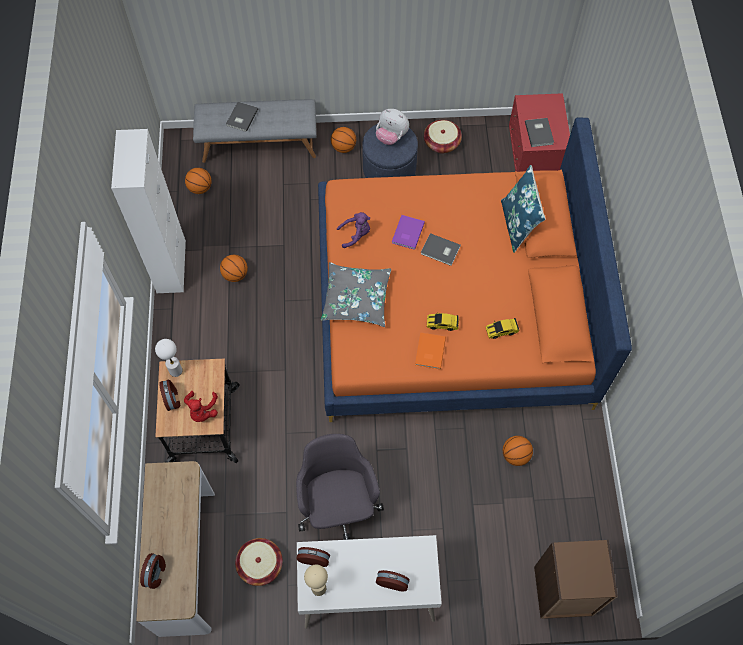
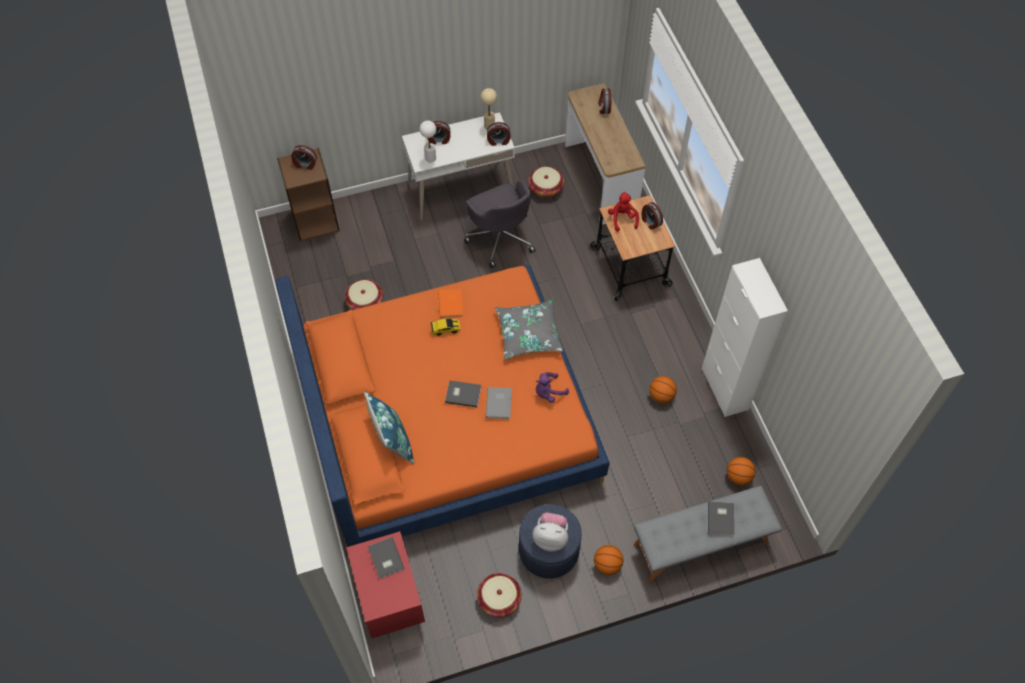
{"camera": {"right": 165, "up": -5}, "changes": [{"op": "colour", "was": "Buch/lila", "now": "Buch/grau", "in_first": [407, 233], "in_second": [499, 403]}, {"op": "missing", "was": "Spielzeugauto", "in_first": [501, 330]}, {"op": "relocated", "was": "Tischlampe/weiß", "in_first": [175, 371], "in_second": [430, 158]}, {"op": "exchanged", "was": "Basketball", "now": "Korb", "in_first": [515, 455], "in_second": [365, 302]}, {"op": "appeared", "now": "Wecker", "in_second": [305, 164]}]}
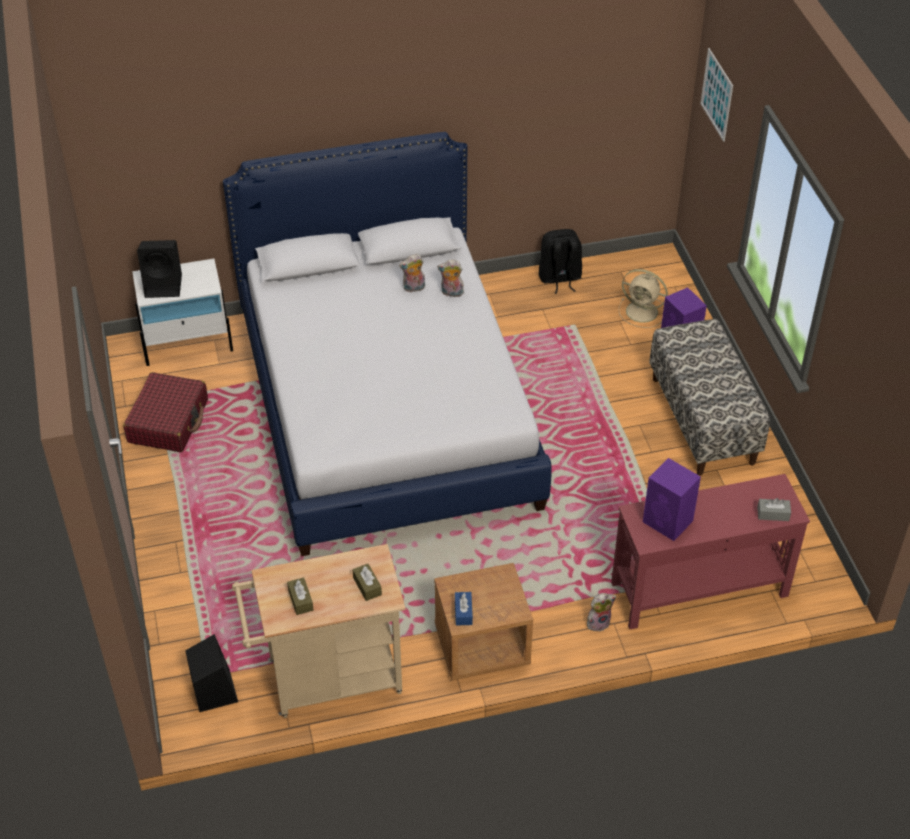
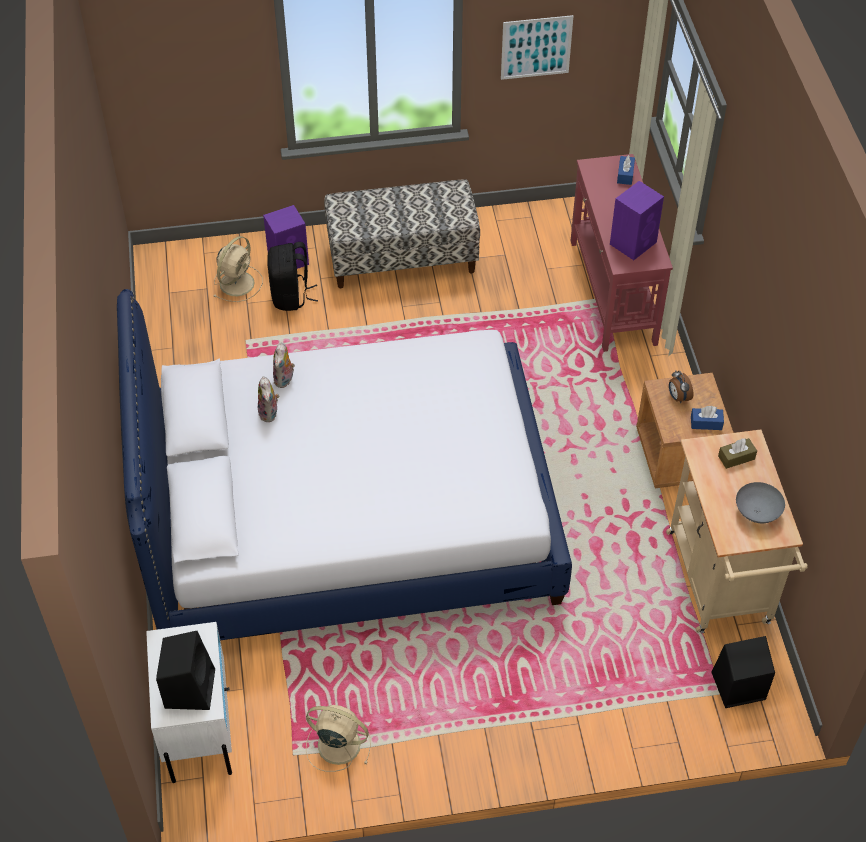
{"camera": {"right": -85, "up": 5}, "changes": [{"op": "relocated", "was": "Bild", "in_first": [716, 94], "in_second": [536, 47]}, {"op": "relocated", "was": "Rucksack/schwarz", "in_first": [559, 278], "in_second": [291, 296]}, {"op": "exchanged", "was": "Koffer/rot", "now": "Ventilator/beige", "in_first": [168, 421], "in_second": [337, 744]}, {"op": "colour", "was": "Taschentuchbox/grau", "now": "Taschentuchbox/blau", "in_first": [773, 514], "in_second": [625, 174]}, {"op": "exchanged", "was": "Taschentuchbox/braun", "now": "Schüssel/grau", "in_first": [300, 600], "in_second": [756, 512]}, {"op": "missing", "was": "Plüschtier", "in_first": [598, 622]}, {"op": "appeared", "now": "Wecker", "in_second": [678, 397]}]}
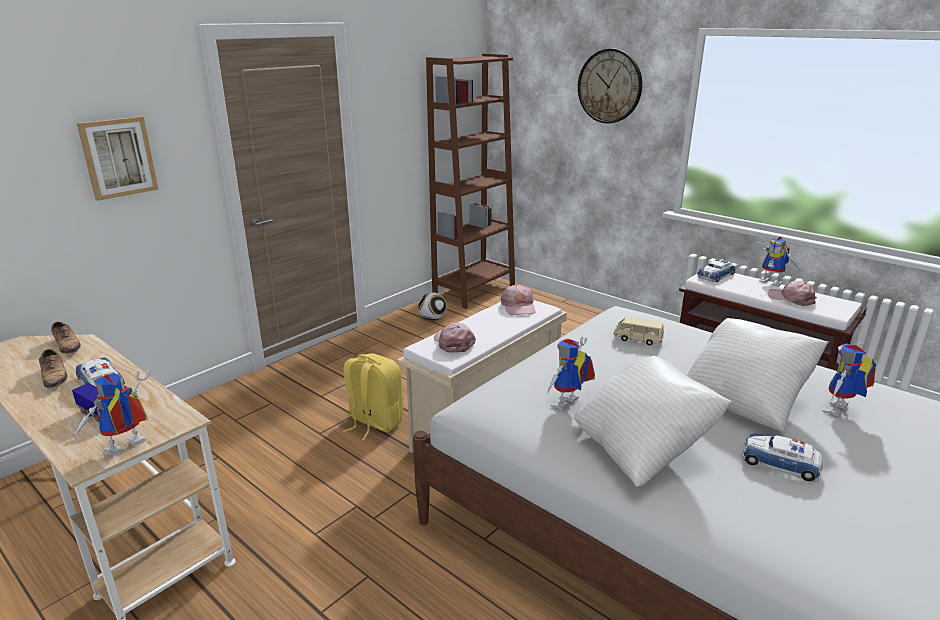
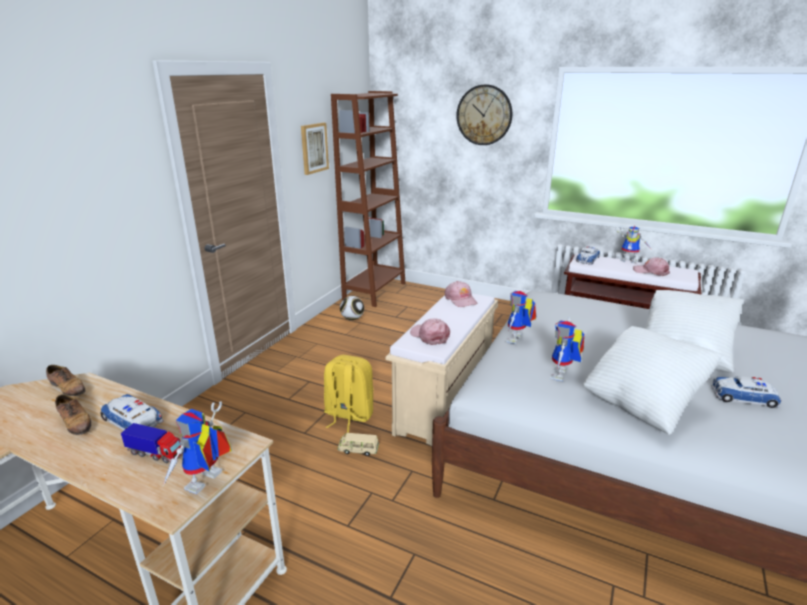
{"camera": {"right": -15, "up": 0}, "changes": [{"op": "relocated", "was": "Bild", "in_first": [118, 157], "in_second": [314, 148]}, {"op": "relocated", "was": "Spielzeugauto/beige", "in_first": [637, 339], "in_second": [358, 450]}, {"op": "relocated", "was": "Spielzeugroboter", "in_first": [840, 412], "in_second": [517, 340]}]}
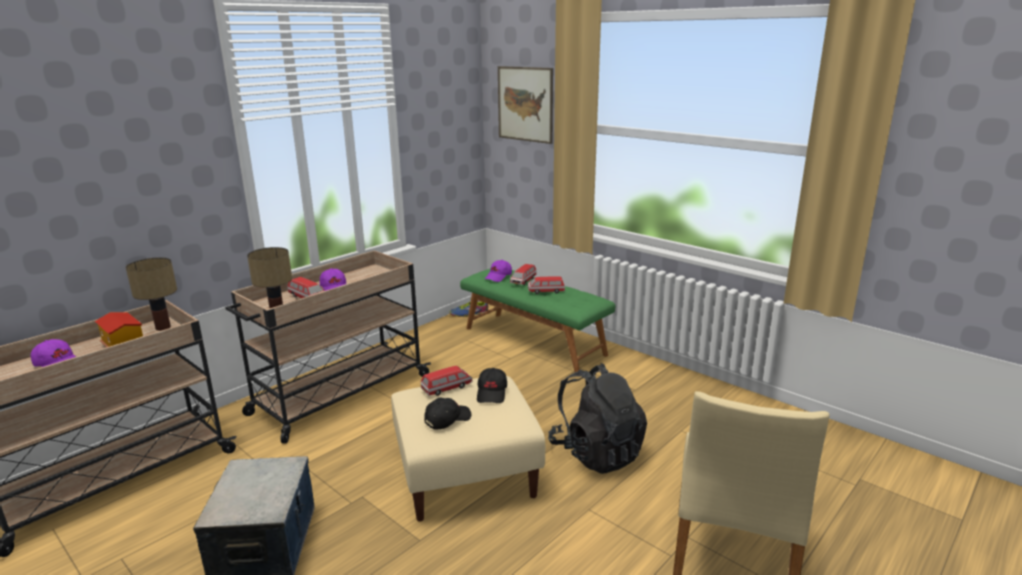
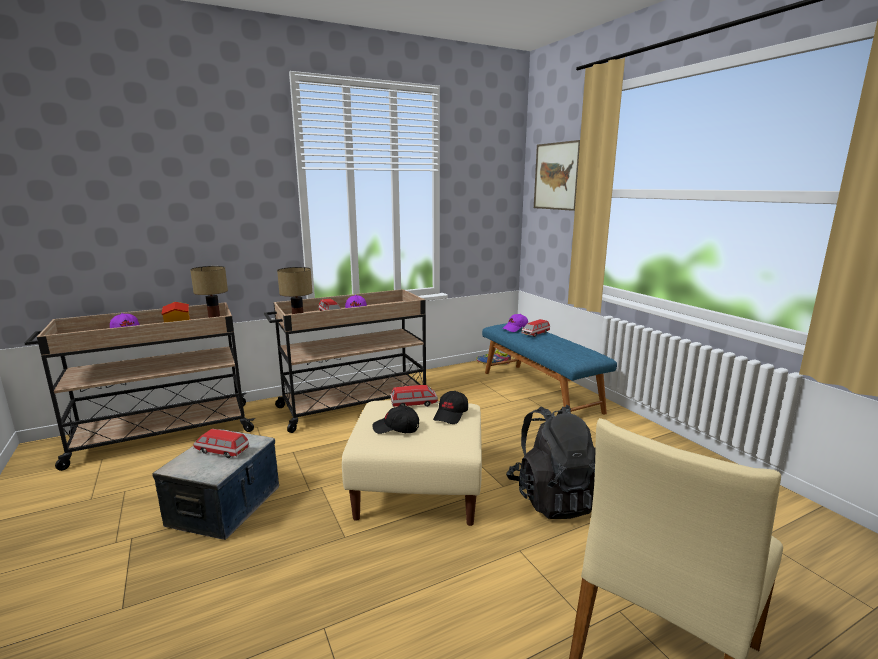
{"camera": {"right": 20, "up": -5}, "changes": [{"op": "colour", "was": "Bank/grün", "now": "Bank/blau", "in_first": [534, 341], "in_second": [540, 391]}, {"op": "relocated", "was": "Spielzeugauto", "in_first": [546, 291], "in_second": [222, 451]}, {"op": "spun", "was": "Kappe/schwarz", "in_first": [447, 419], "in_second": [396, 429], "clockwise": -150}]}
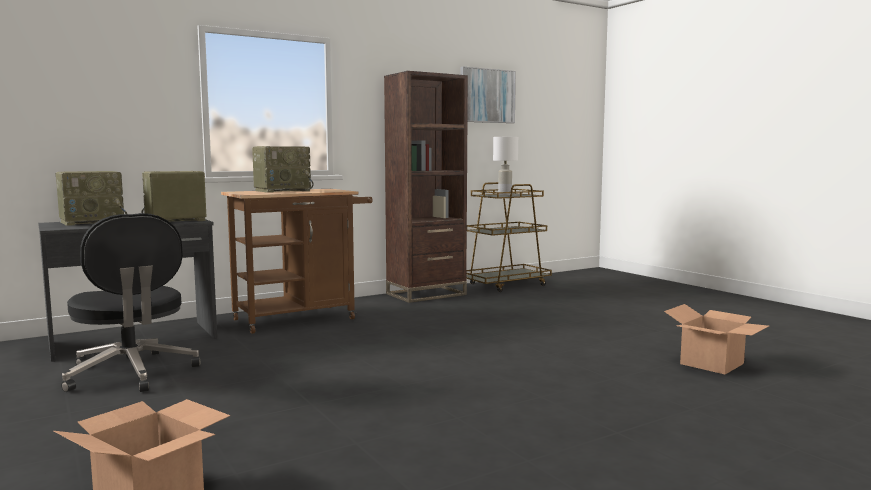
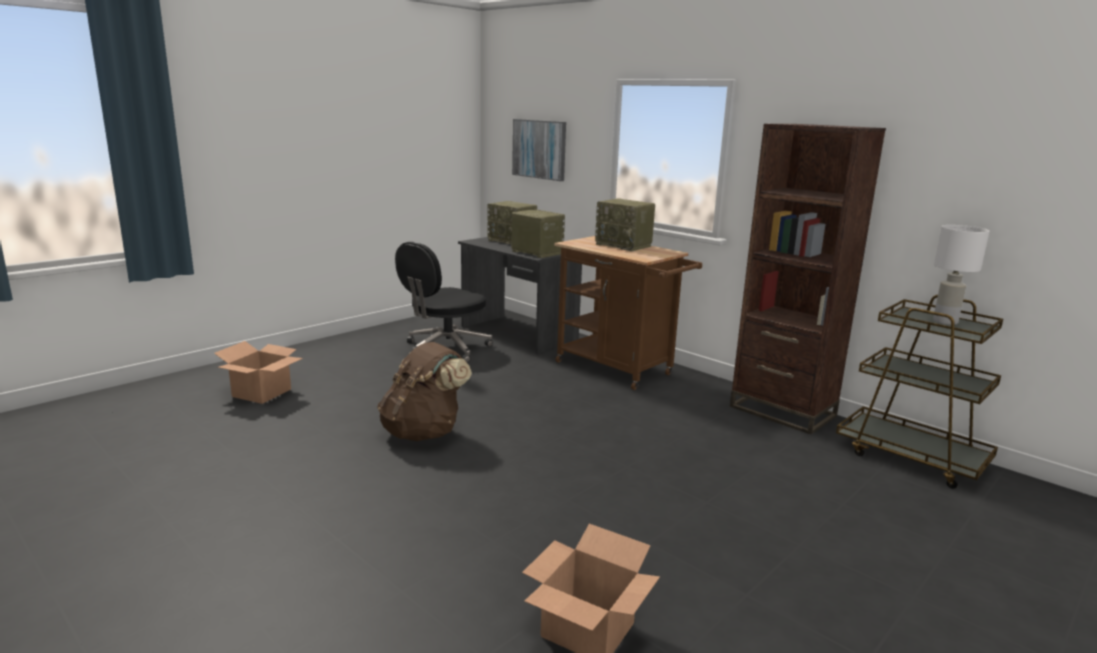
{"camera": {"right": 75, "up": 10}, "changes": [{"op": "relocated", "was": "Bild", "in_first": [487, 96], "in_second": [539, 149]}, {"op": "appeared", "now": "Rucksack/braun", "in_second": [424, 432]}]}
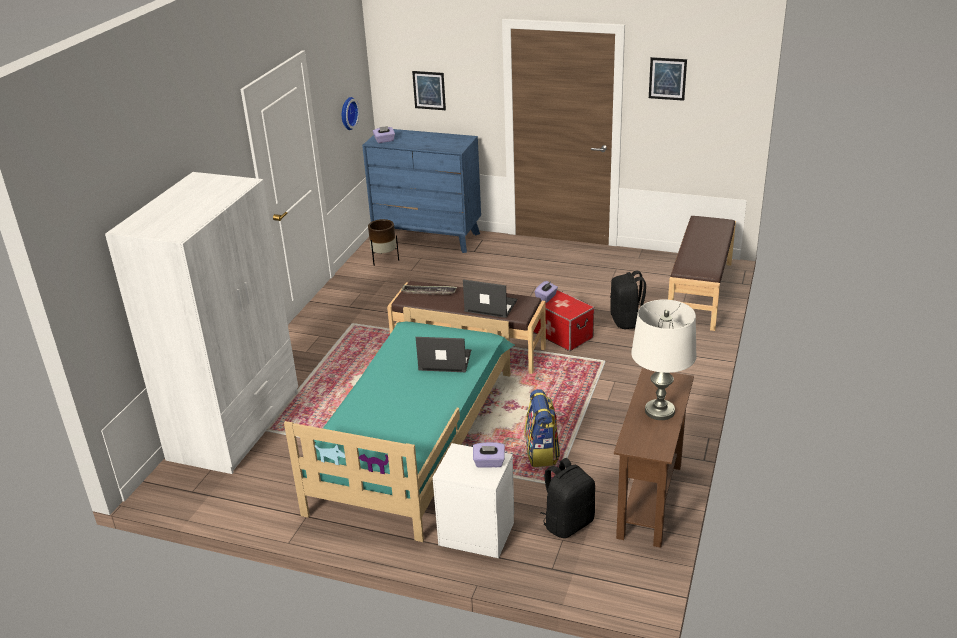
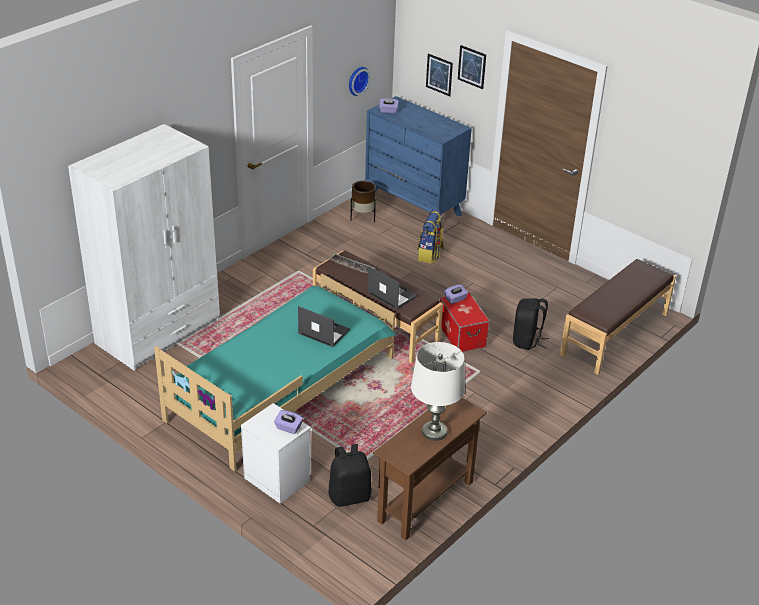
{"camera": {"right": 20, "up": 5}, "changes": [{"op": "relocated", "was": "Bild", "in_first": [667, 78], "in_second": [472, 67]}, {"op": "relocated", "was": "Rucksack", "in_first": [542, 453], "in_second": [430, 255]}]}
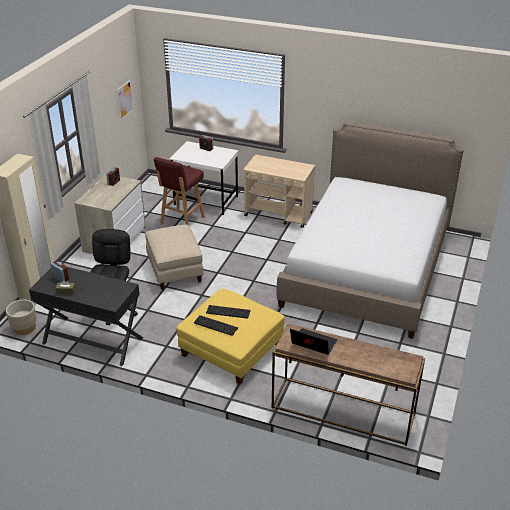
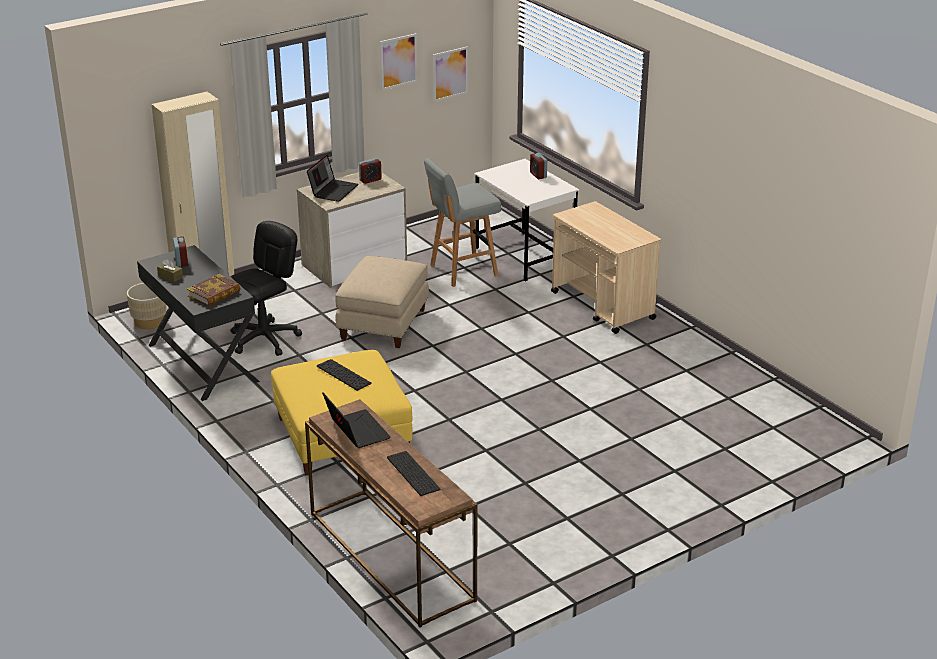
{"camera": {"right": 35, "up": -5}, "changes": [{"op": "missing", "was": "Bett", "in_first": [367, 267]}, {"op": "colour", "was": "Hocker/rot", "now": "Hocker/grau", "in_first": [181, 221], "in_second": [462, 271]}, {"op": "relocated", "was": "Tastatur", "in_first": [215, 326], "in_second": [411, 473]}, {"op": "appeared", "now": "Bild", "in_second": [398, 61]}, {"op": "appeared", "now": "Laptop", "in_second": [333, 190]}, {"op": "appeared", "now": "Buch", "in_second": [214, 294]}]}
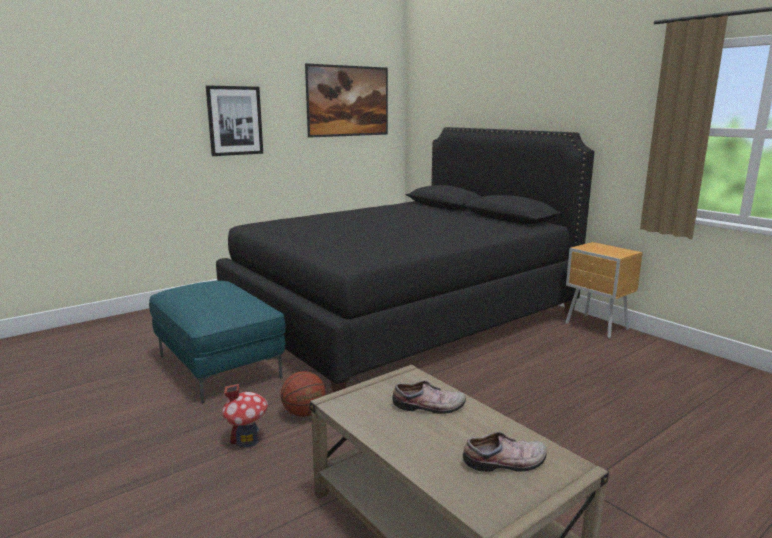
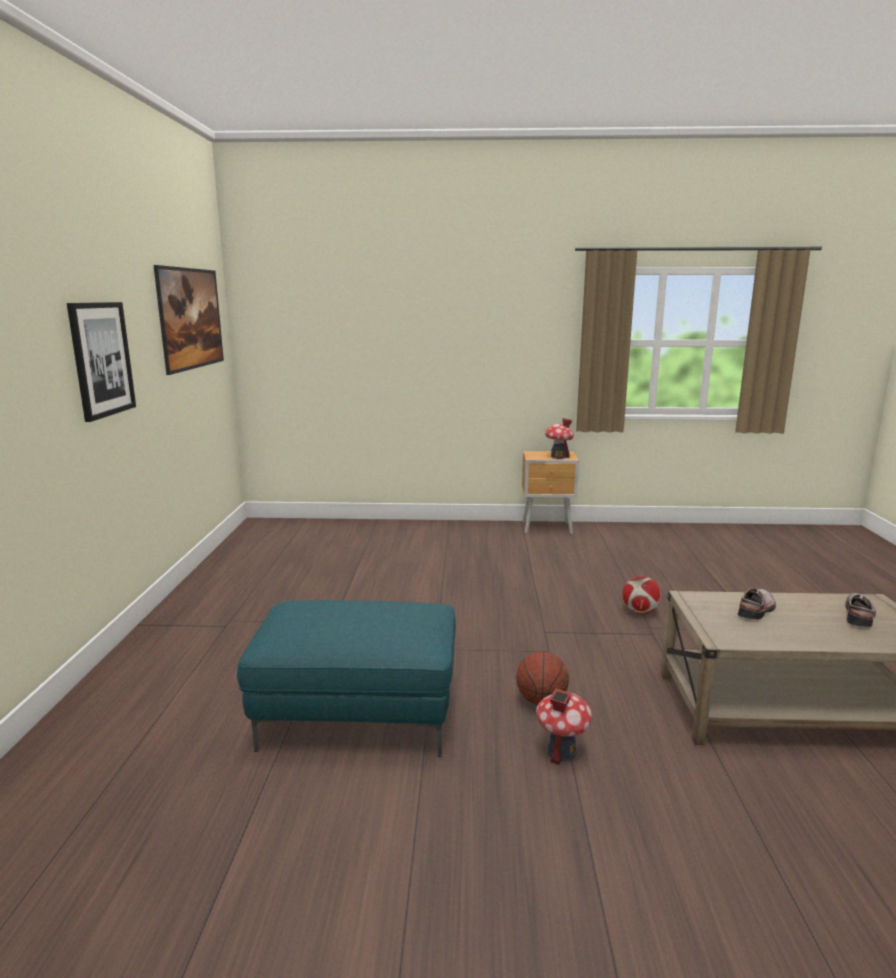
{"camera": {"right": -50, "up": 0}, "changes": [{"op": "missing", "was": "Bett/schwarz", "in_first": [401, 314]}, {"op": "appeared", "now": "Spielzeughaus", "in_second": [558, 457]}, {"op": "appeared", "now": "Fußball", "in_second": [640, 611]}]}
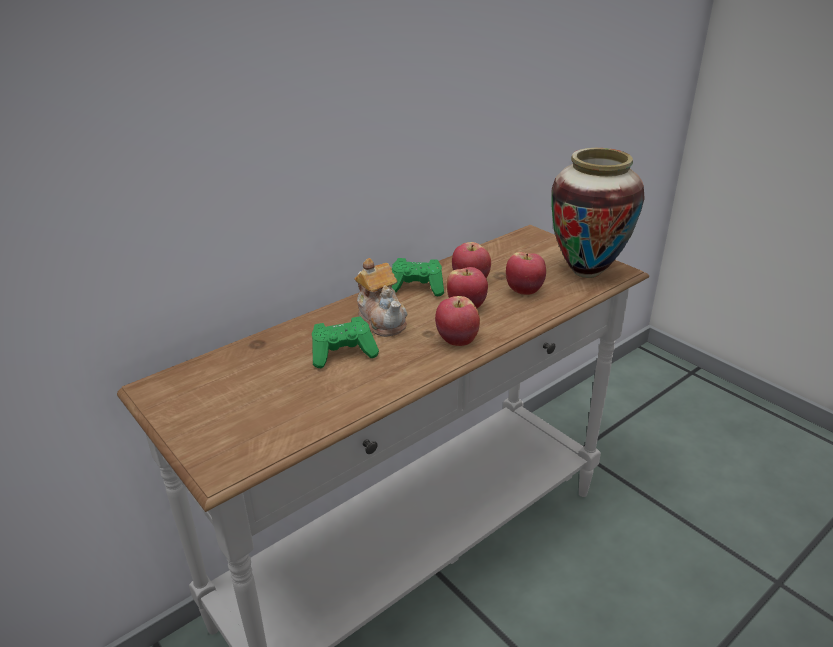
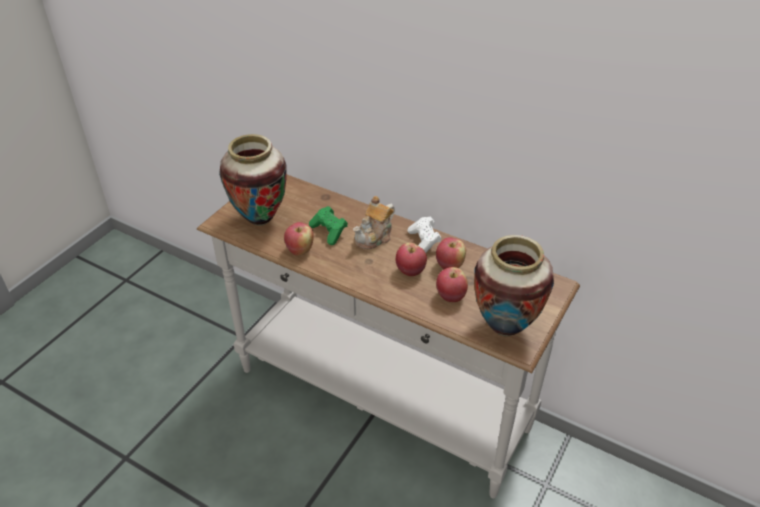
{"camera": {"right": 70, "up": 10}, "changes": [{"op": "colour", "was": "Gamepad/grün", "now": "Gamepad/weiß", "in_first": [417, 288], "in_second": [424, 242]}, {"op": "relocated", "was": "Apfel", "in_first": [457, 340], "in_second": [300, 250]}, {"op": "appeared", "now": "Vase", "in_second": [260, 219]}]}
